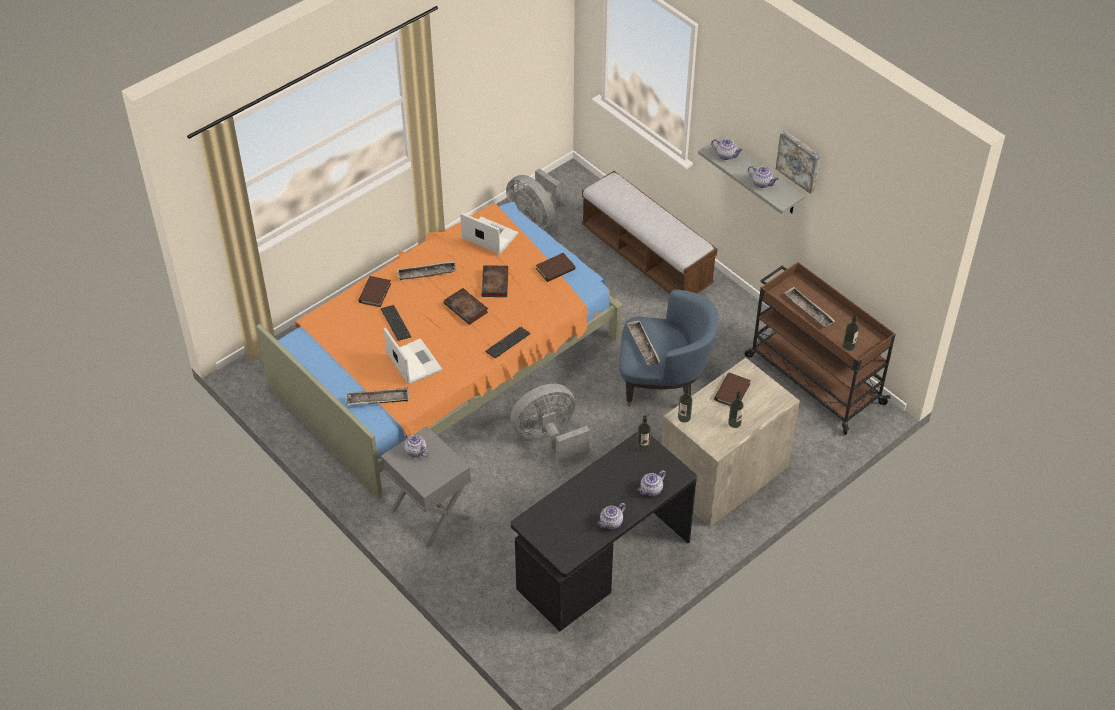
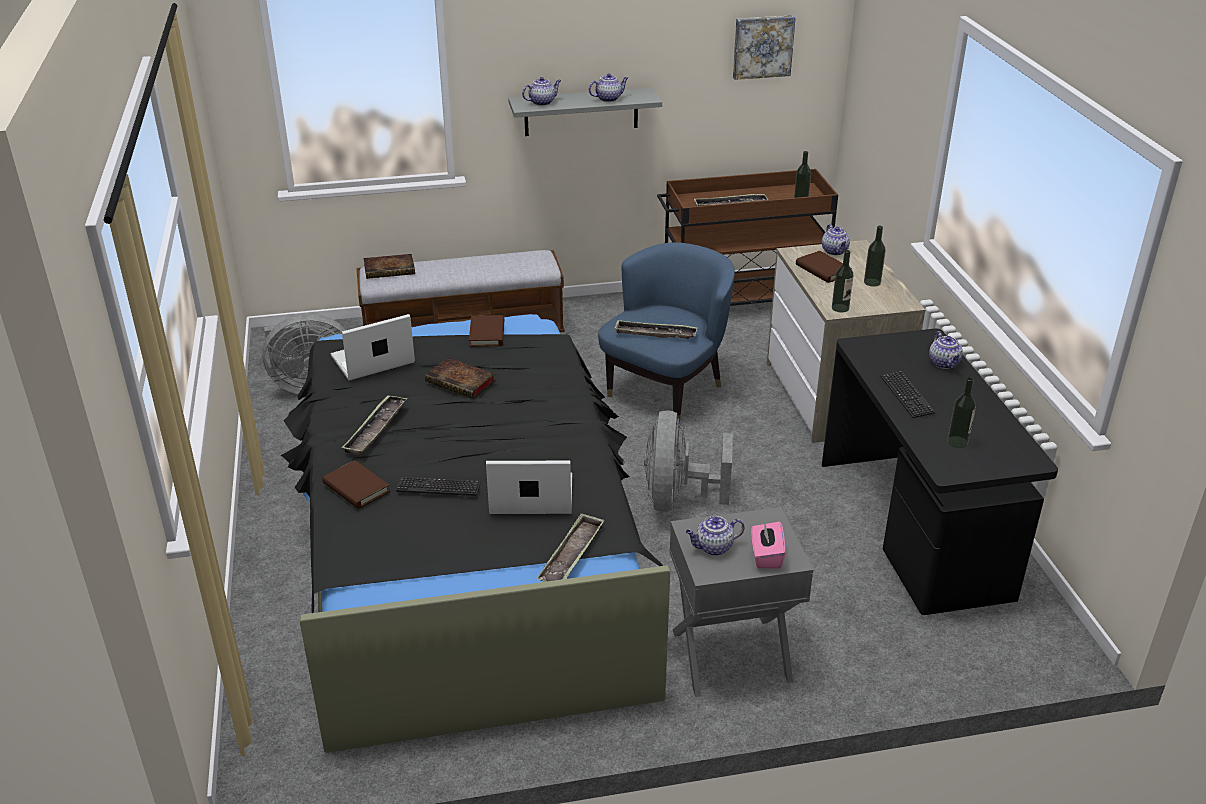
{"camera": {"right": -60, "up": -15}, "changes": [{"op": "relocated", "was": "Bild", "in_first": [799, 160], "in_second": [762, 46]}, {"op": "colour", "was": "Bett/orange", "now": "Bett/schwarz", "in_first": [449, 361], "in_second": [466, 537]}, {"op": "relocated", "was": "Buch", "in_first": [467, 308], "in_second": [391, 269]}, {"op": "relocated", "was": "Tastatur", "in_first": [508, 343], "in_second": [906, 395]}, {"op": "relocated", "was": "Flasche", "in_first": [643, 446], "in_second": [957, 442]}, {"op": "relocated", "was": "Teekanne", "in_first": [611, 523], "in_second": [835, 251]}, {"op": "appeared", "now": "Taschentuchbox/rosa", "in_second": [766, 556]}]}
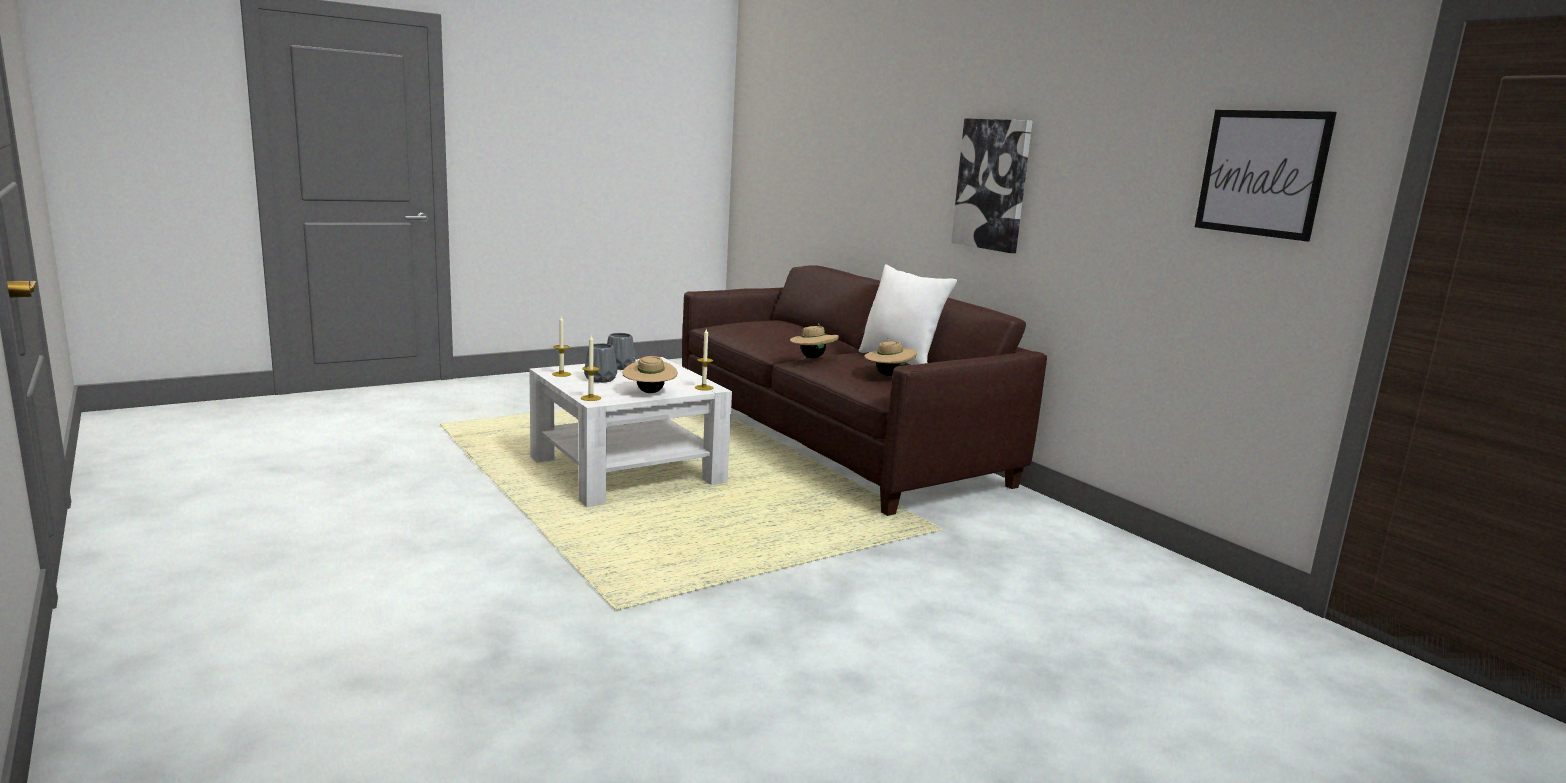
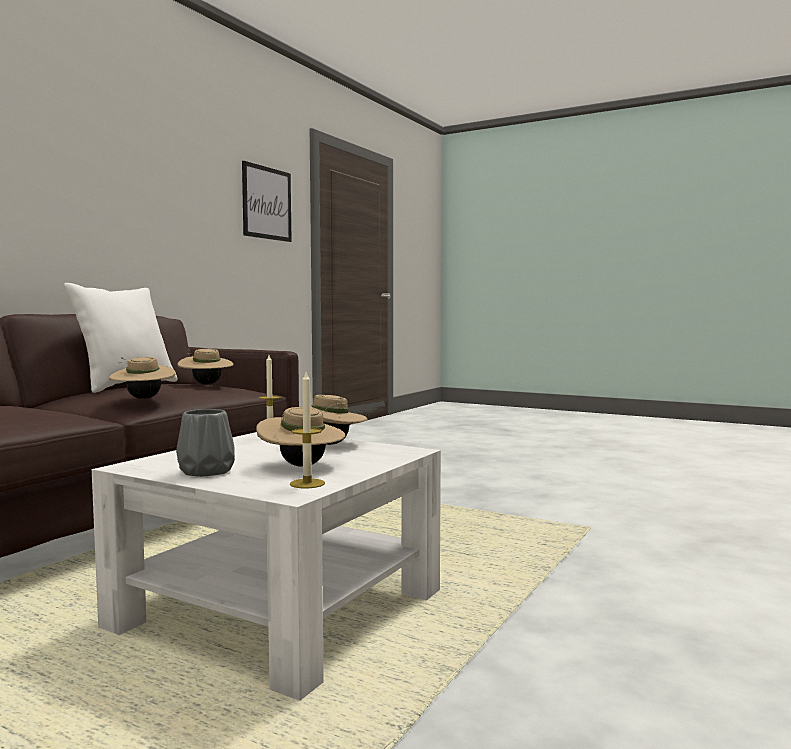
{"camera": {"right": -115, "up": -10}, "changes": [{"op": "missing", "was": "Bild", "in_first": [992, 184]}, {"op": "missing", "was": "Kerze", "in_first": [590, 398]}, {"op": "exchanged", "was": "Vase/grau", "now": "Hut/beige", "in_first": [600, 379], "in_second": [301, 466]}]}
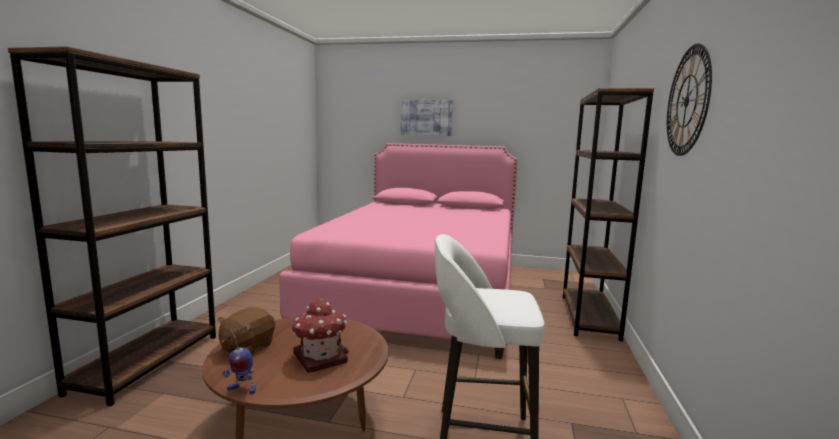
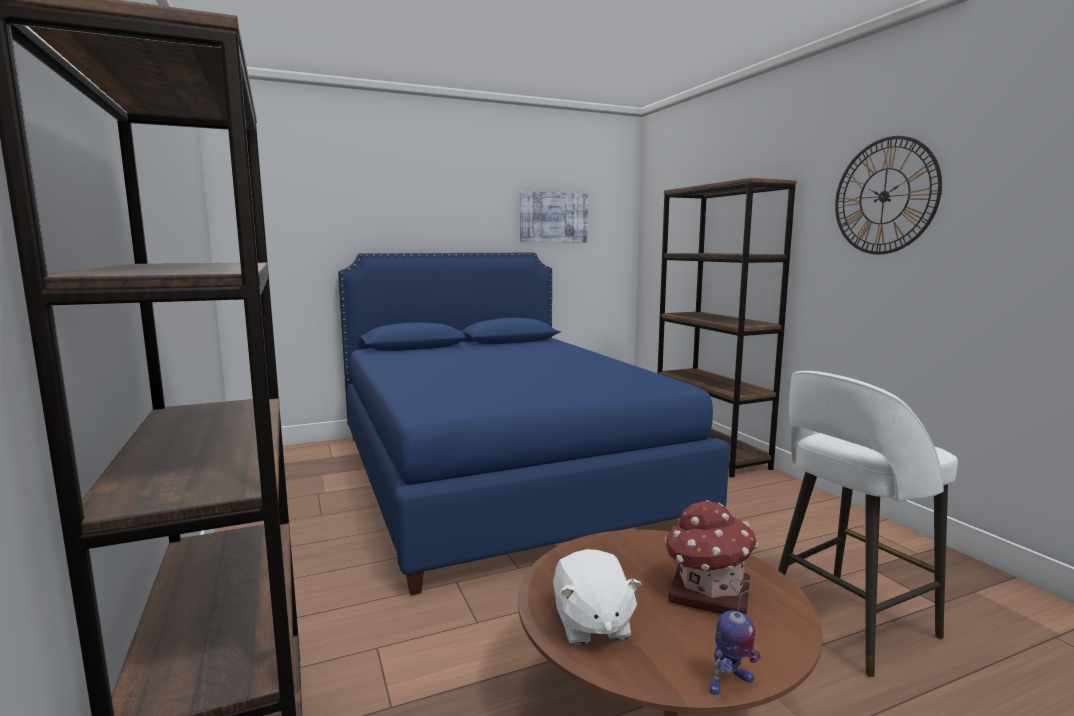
{"camera": {"right": -35, "up": 0}, "changes": [{"op": "relocated", "was": "Bild", "in_first": [426, 117], "in_second": [553, 217]}, {"op": "colour", "was": "Bett/rosa", "now": "Bett/blau", "in_first": [421, 292], "in_second": [500, 475]}, {"op": "colour", "was": "Plüschtier/braun", "now": "Plüschtier/weiß", "in_first": [247, 347], "in_second": [591, 624]}]}
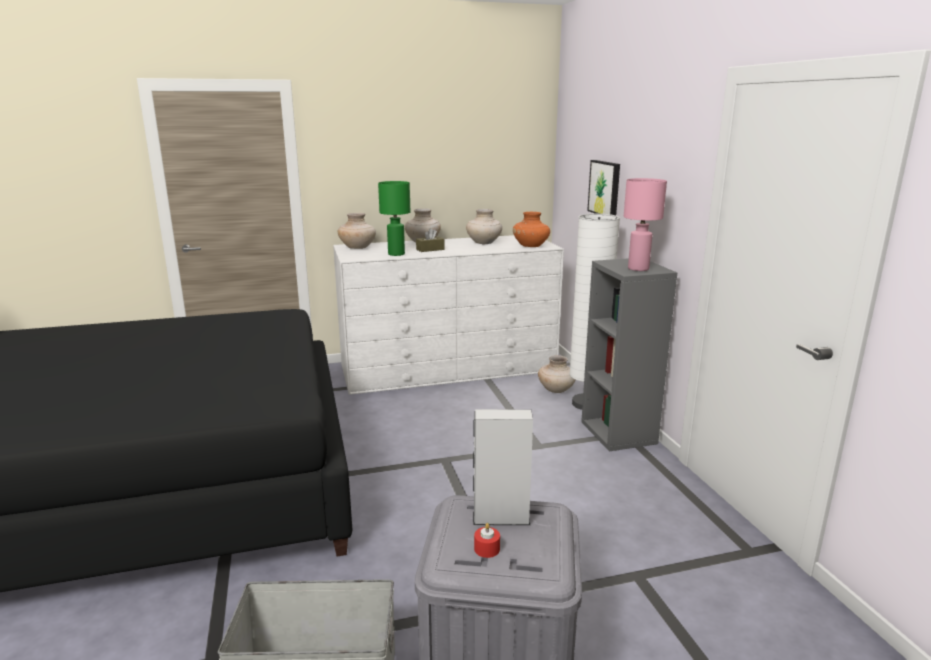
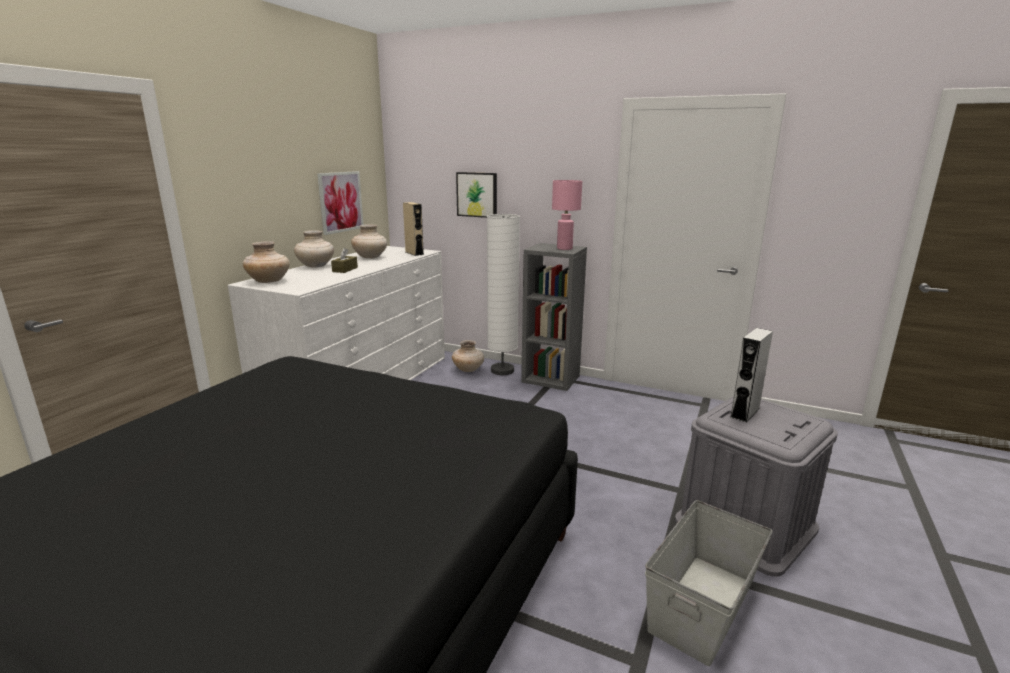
{"camera": {"right": -50, "up": 0}, "changes": [{"op": "missing", "was": "Tischlampe/grün", "in_first": [397, 254]}, {"op": "exchanged", "was": "Vase/orange", "now": "Lautsprecher/beige", "in_first": [531, 246], "in_second": [414, 253]}, {"op": "missing", "was": "Kerze/rot", "in_first": [487, 549]}, {"op": "appeared", "now": "Bild", "in_second": [340, 202]}]}
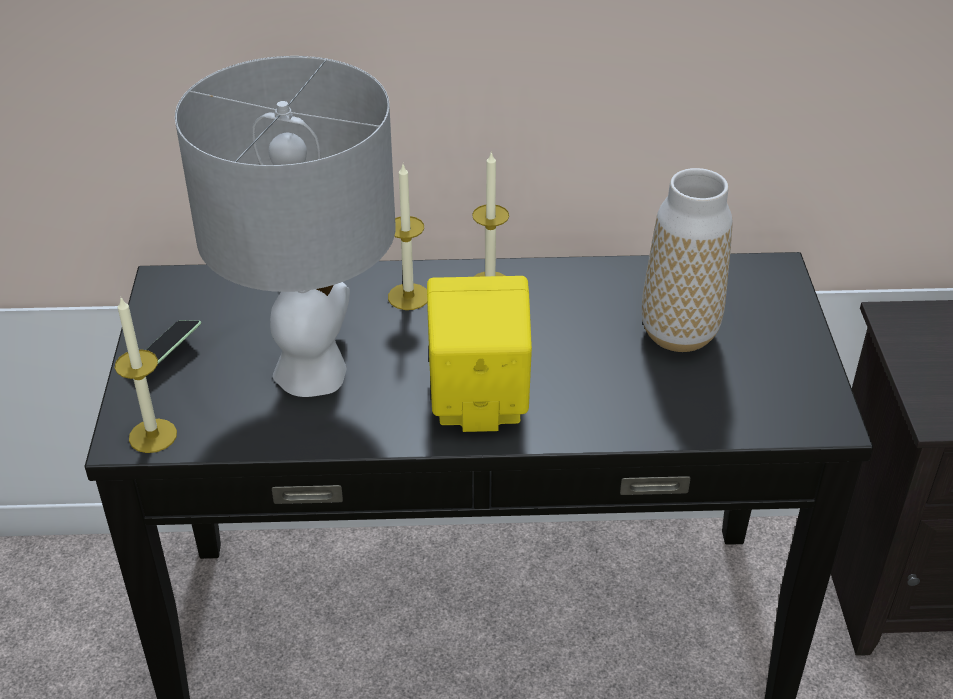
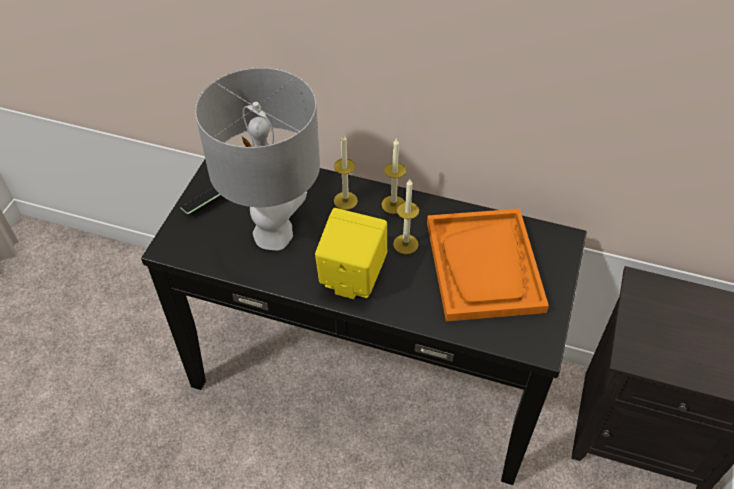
{"camera": {"right": 20, "up": 10}, "changes": [{"op": "exchanged", "was": "Vase", "now": "Tablett/orange", "in_first": [679, 334], "in_second": [484, 266]}, {"op": "relocated", "was": "Kerze", "in_first": [153, 436], "in_second": [405, 244]}]}
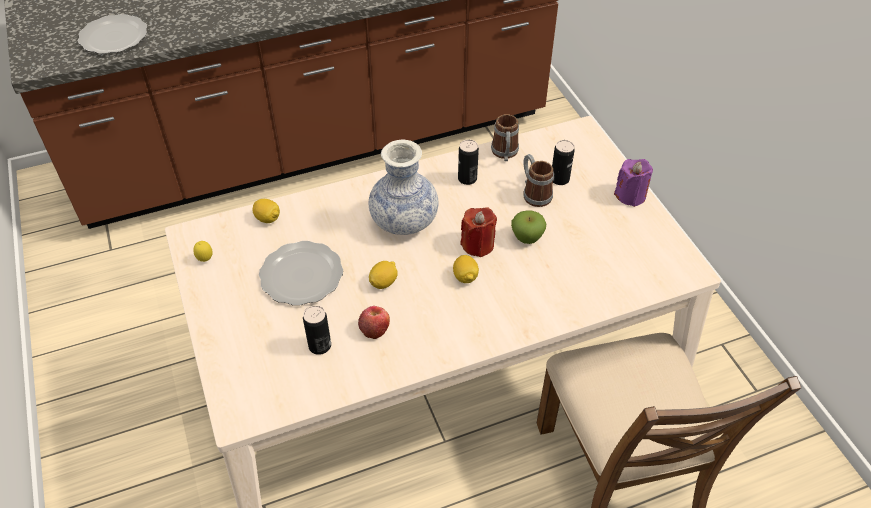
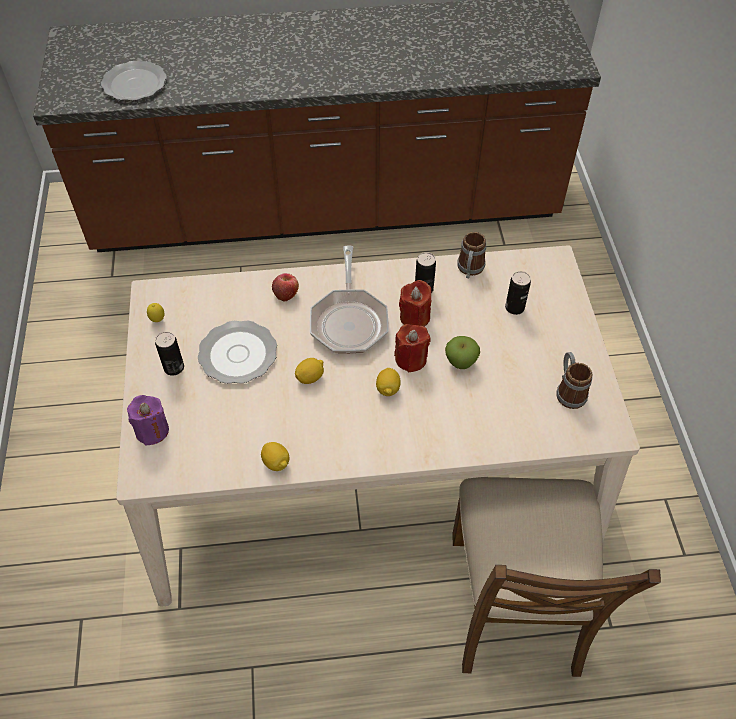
{"camera": {"right": 15, "up": 5}, "changes": [{"op": "exchanged", "was": "Vase", "now": "Pfanne", "in_first": [404, 221], "in_second": [349, 320]}, {"op": "relocated", "was": "Henkelbecher", "in_first": [534, 193], "in_second": [568, 391]}, {"op": "relocated", "was": "Kerze/lila", "in_first": [630, 195], "in_second": [152, 430]}, {"op": "relocated", "was": "Zitrone", "in_first": [268, 218], "in_second": [276, 463]}, {"op": "relocated", "was": "Dose", "in_first": [320, 346], "in_second": [174, 368]}, {"op": "relocated", "was": "Apfel", "in_first": [375, 329], "in_second": [286, 294]}, {"op": "appeared", "now": "Kerze/rot", "in_second": [415, 317]}]}
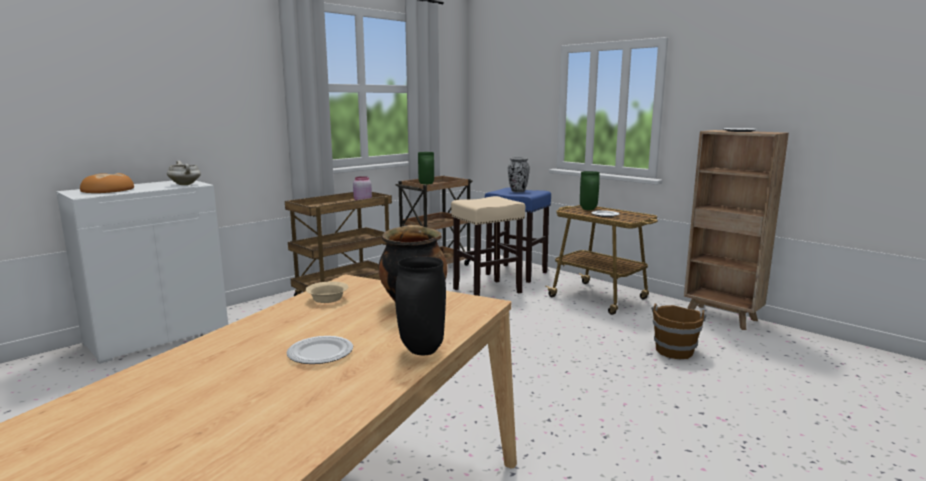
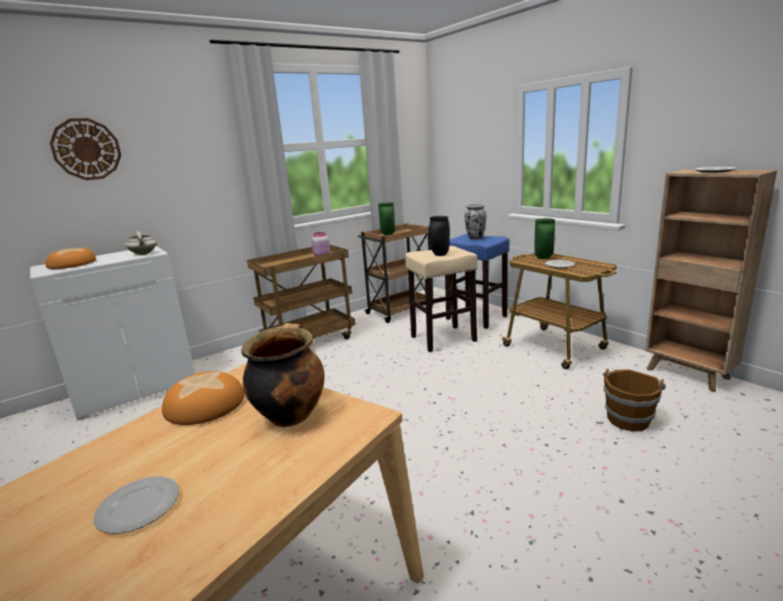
{"camera": {"right": 10, "up": 5}, "changes": [{"op": "relocated", "was": "Vase/schwarz", "in_first": [423, 351], "in_second": [440, 255]}, {"op": "exchanged", "was": "Schüssel/beige", "now": "Brot", "in_first": [327, 299], "in_second": [204, 405]}, {"op": "appeared", "now": "Wanduhr", "in_second": [86, 149]}]}
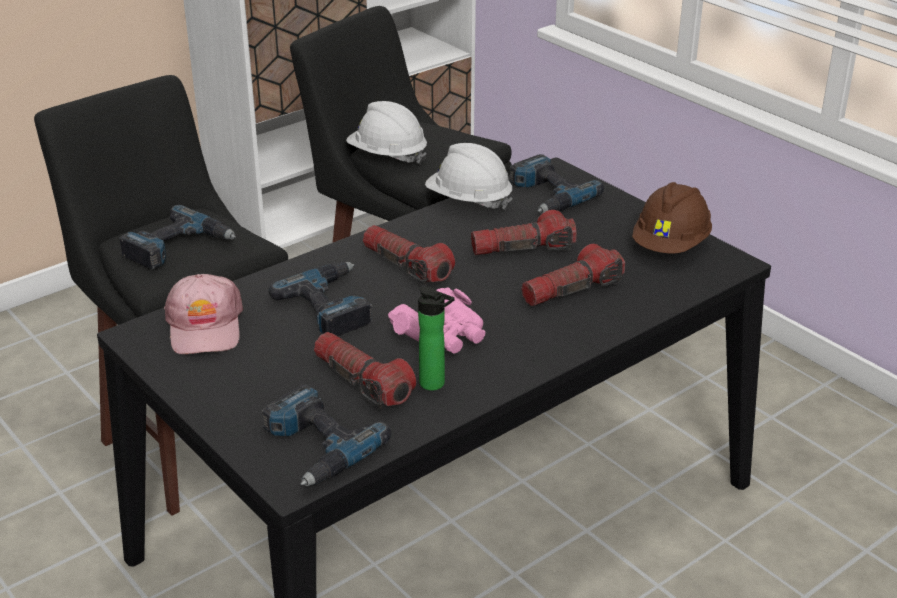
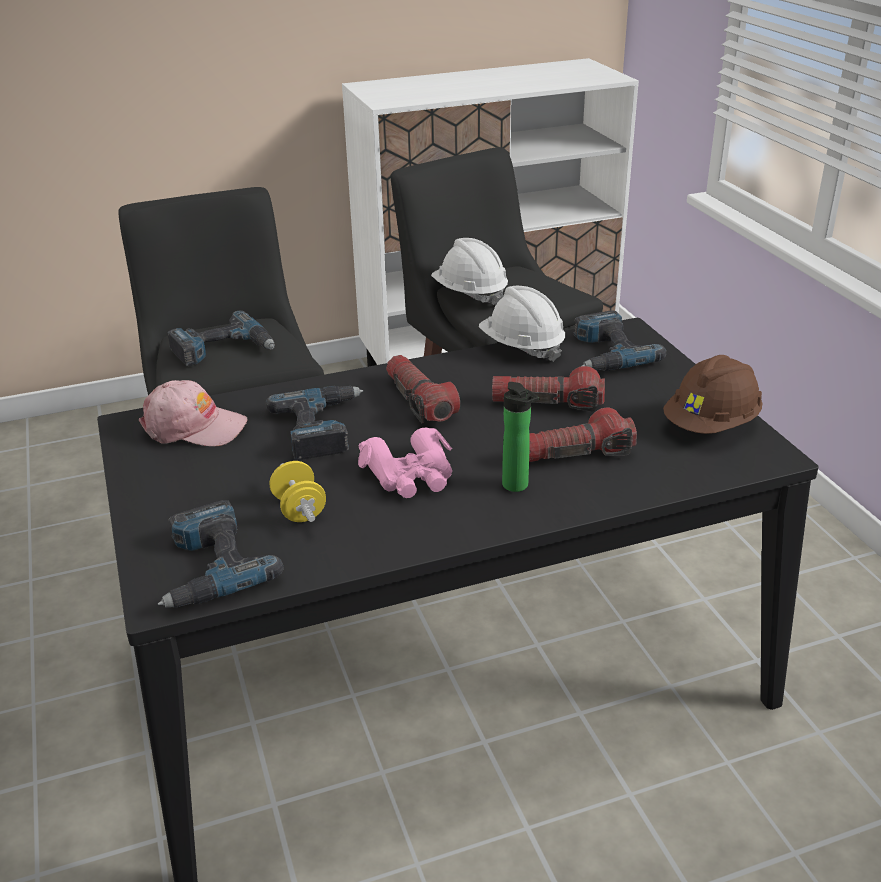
{"camera": {"right": 20, "up": 0}, "changes": [{"op": "spun", "was": "Kappe/rosa", "in_first": [205, 326], "in_second": [193, 427], "clockwise": -90}, {"op": "relocated", "was": "Flasche", "in_first": [435, 385], "in_second": [517, 487]}, {"op": "exchanged", "was": "Taschenlampe", "now": "Hantel/gelb", "in_first": [362, 382], "in_second": [299, 510]}]}
